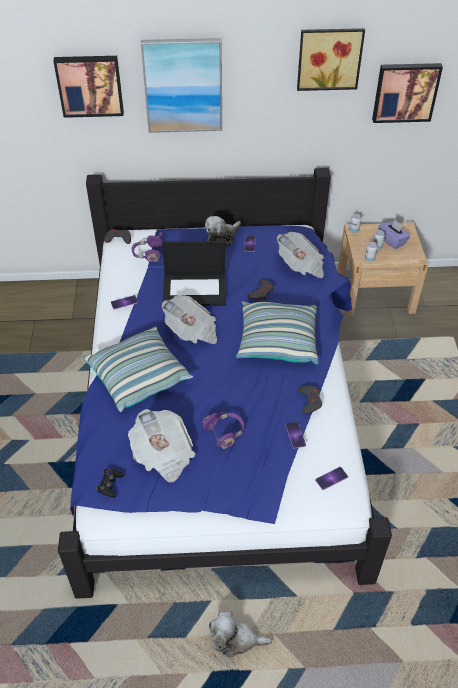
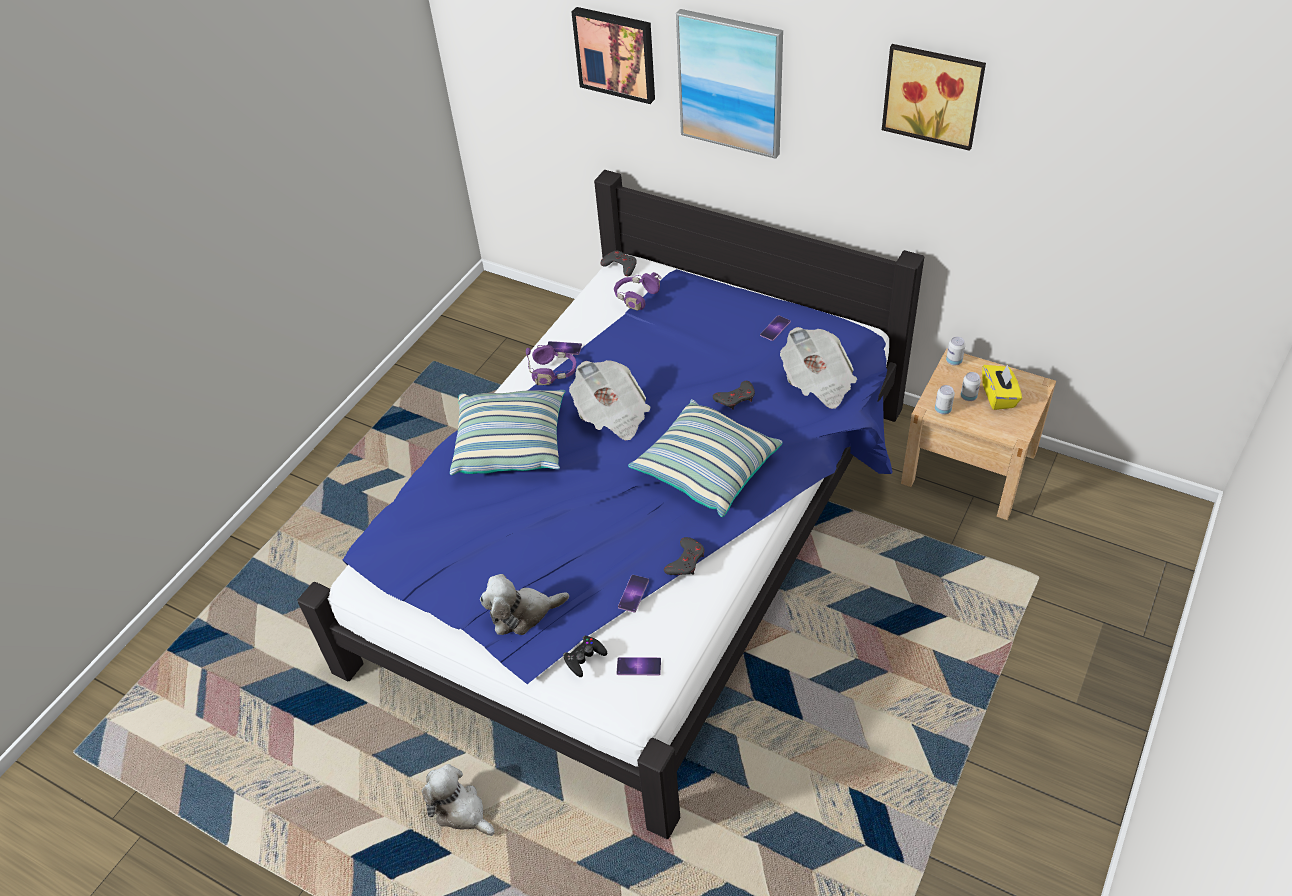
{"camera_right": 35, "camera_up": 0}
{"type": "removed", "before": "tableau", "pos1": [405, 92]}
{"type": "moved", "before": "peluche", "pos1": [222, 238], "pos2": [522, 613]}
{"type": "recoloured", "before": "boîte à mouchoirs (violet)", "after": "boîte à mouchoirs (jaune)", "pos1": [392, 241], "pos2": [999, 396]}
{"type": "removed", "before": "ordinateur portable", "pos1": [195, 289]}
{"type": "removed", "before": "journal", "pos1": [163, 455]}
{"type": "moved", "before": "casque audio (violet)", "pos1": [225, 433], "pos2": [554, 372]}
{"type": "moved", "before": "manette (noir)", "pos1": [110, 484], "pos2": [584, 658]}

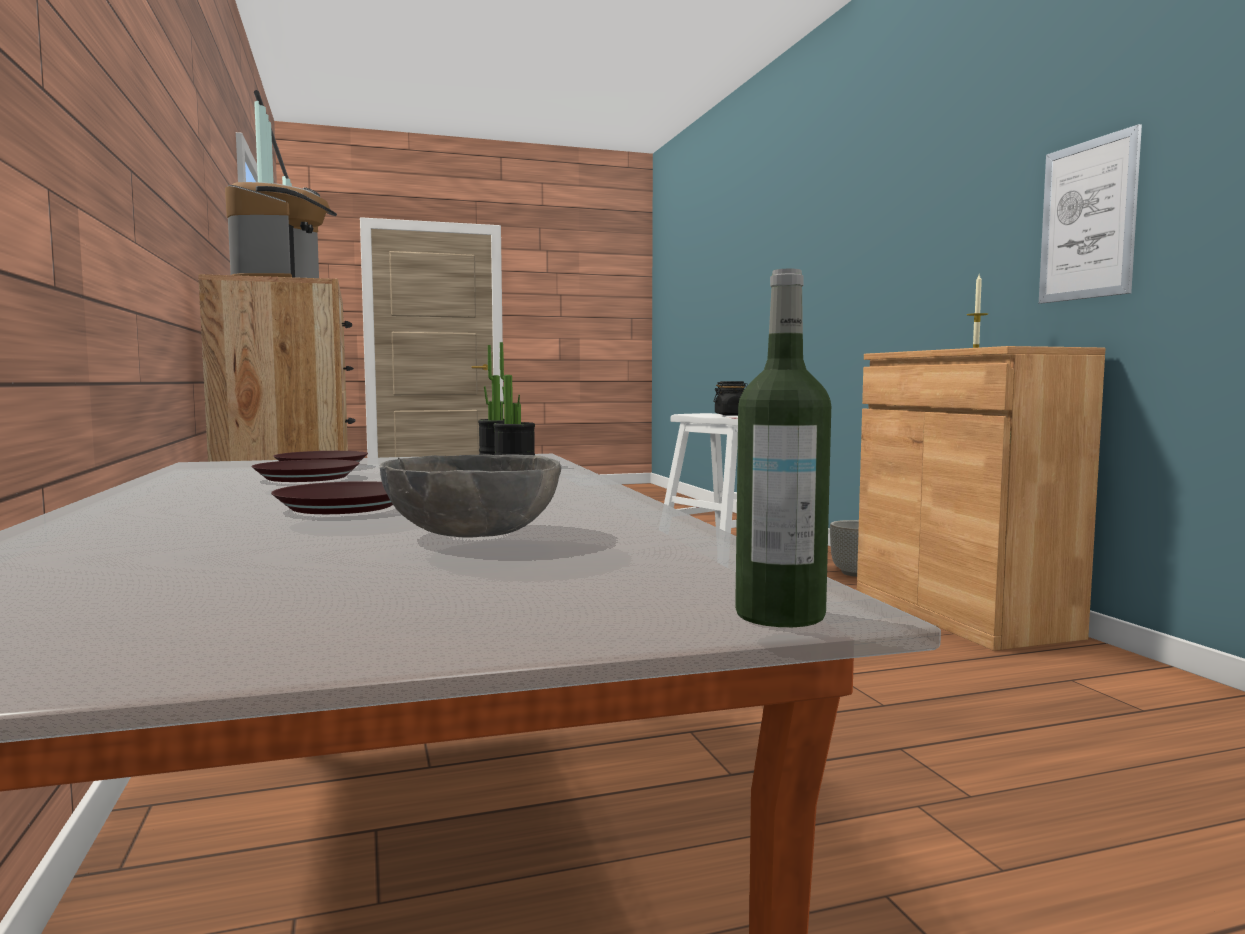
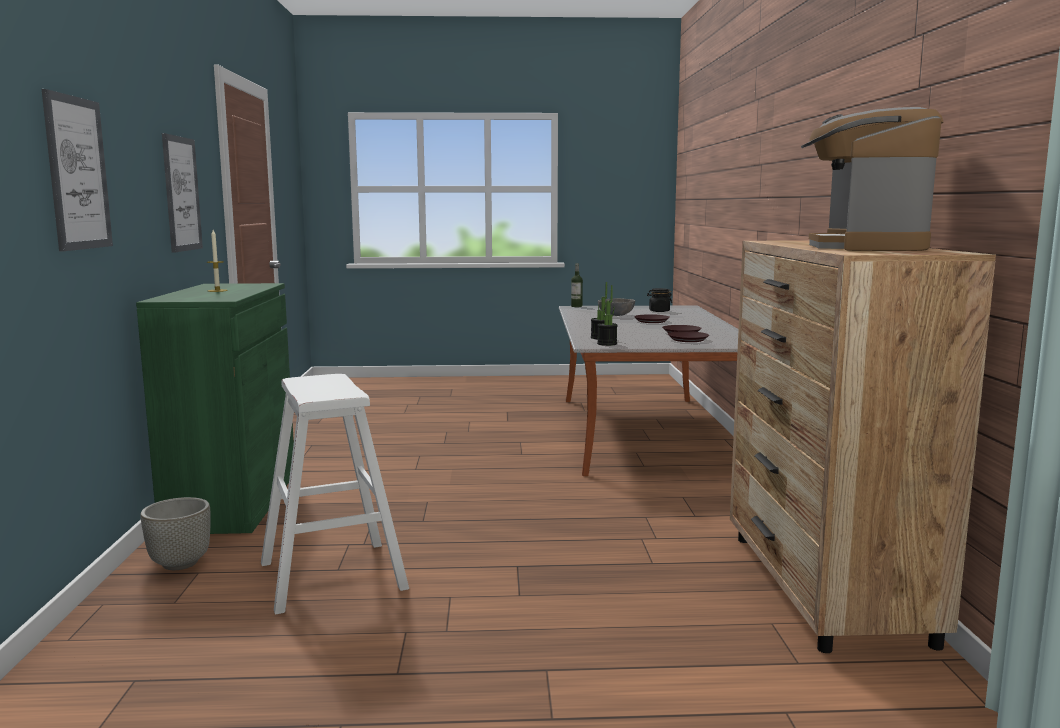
{"camera_right": -165, "camera_up": 5}
{"type": "recoloured", "before": "meuble de rangement (marron)", "after": "meuble de rangement (vert)", "pos1": [960, 613], "pos2": [233, 501]}
{"type": "moved", "before": "bocal (noir)", "pos1": [731, 415], "pos2": [659, 311]}
{"type": "added", "after": "tableau", "pos2": [78, 173]}

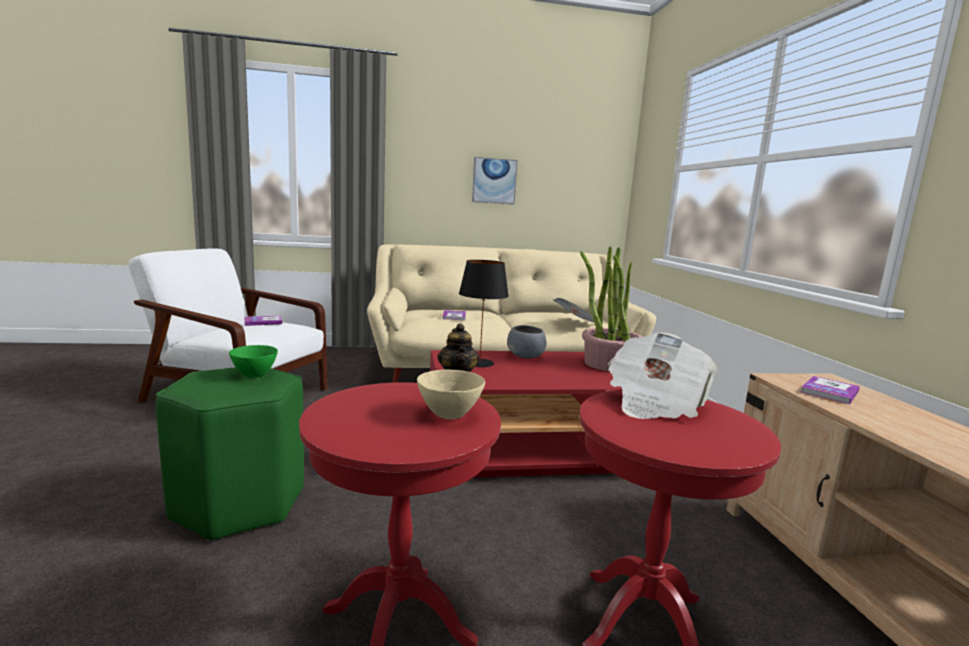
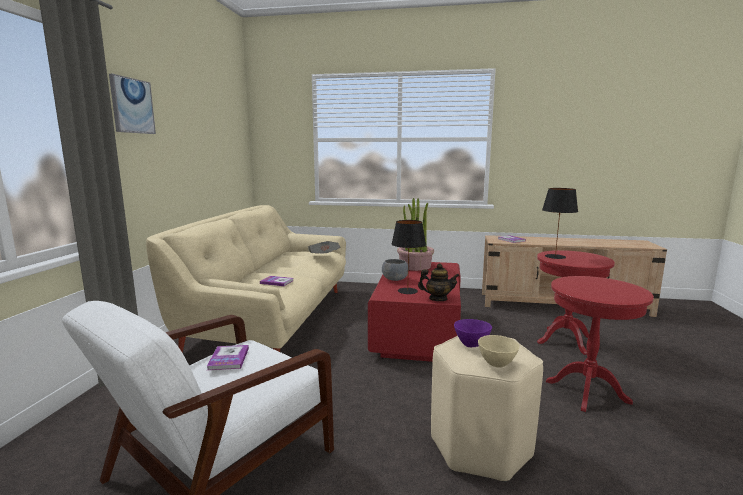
{"camera_right": -70, "camera_up": 0}
{"type": "moved", "before": "tableau", "pos1": [494, 181], "pos2": [132, 106]}
{"type": "replaced", "before": "journal", "after": "lampe de table (noir)", "pos1": [654, 402], "pos2": [555, 256]}
{"type": "recoloured", "before": "bol (vert)", "after": "bol (violet)", "pos1": [255, 375], "pos2": [471, 344]}
{"type": "recoloured", "before": "tabouret (vert)", "after": "tabouret (beige)", "pos1": [241, 503], "pos2": [479, 446]}
{"type": "moved", "before": "bol (beige)", "pos1": [449, 415], "pos2": [497, 364]}

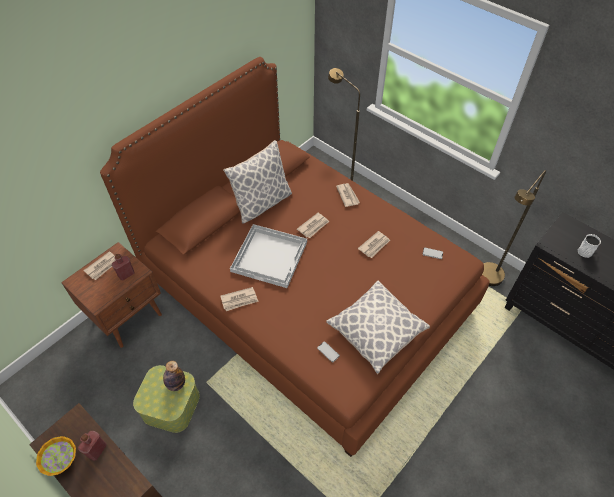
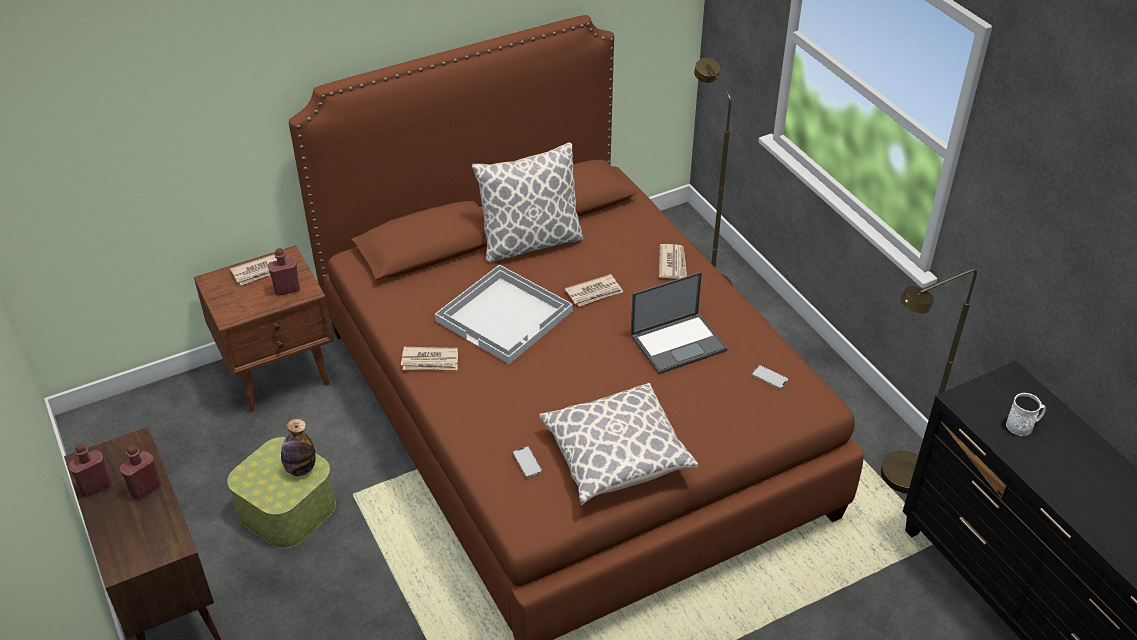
{"camera_right": 20, "camera_up": -10}
{"type": "replaced", "before": "journal", "after": "ordinateur portable", "pos1": [374, 245], "pos2": [679, 342]}
{"type": "replaced", "before": "bol", "after": "bouteille (rouge)", "pos1": [62, 460], "pos2": [95, 487]}

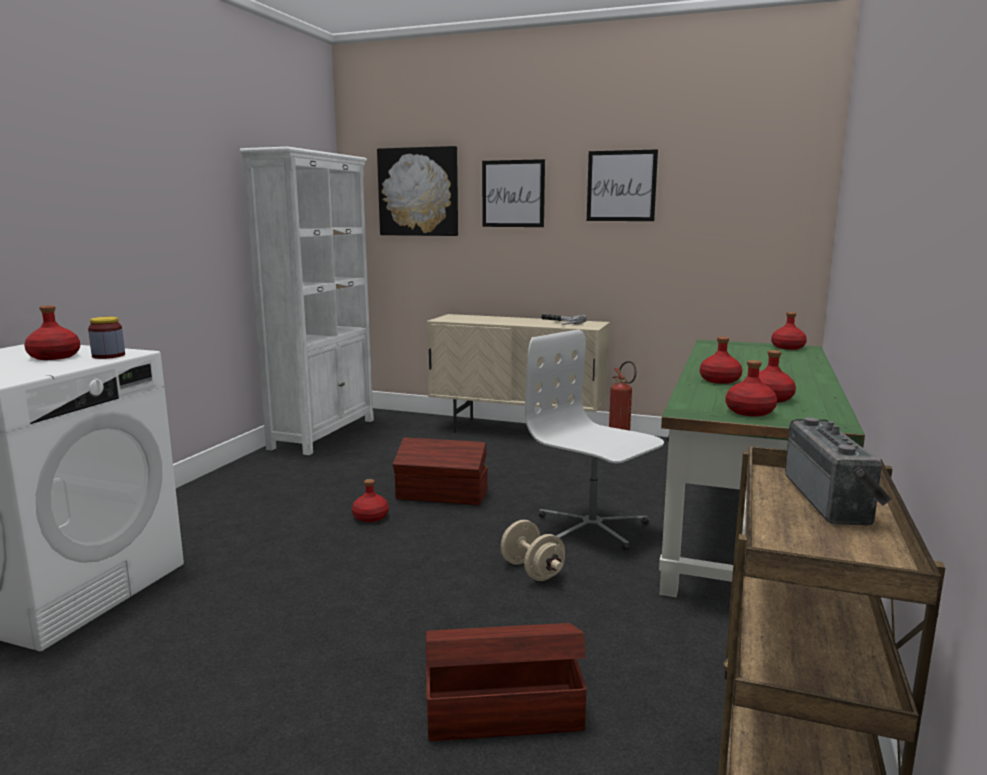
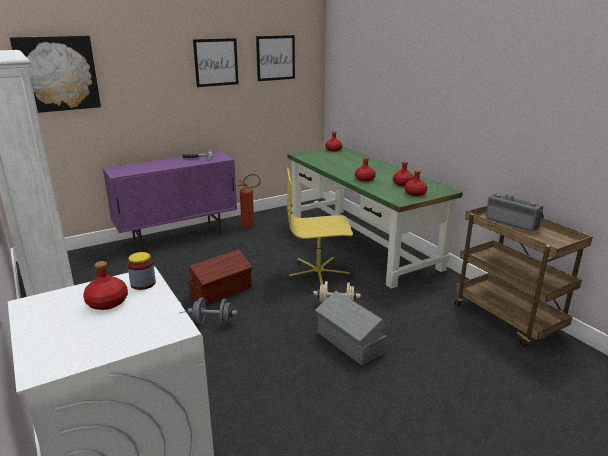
{"camera_right": -50, "camera_up": 10}
{"type": "moved", "before": "tableau", "pos1": [513, 193], "pos2": [275, 58]}
{"type": "recoloured", "before": "meuble de rangement (beige)", "after": "meuble de rangement (violet)", "pos1": [517, 431], "pos2": [178, 236]}
{"type": "recoloured", "before": "chaise de bureau (blanc)", "after": "chaise de bureau (jaune)", "pos1": [592, 528], "pos2": [318, 273]}
{"type": "replaced", "before": "bouteille (rouge)", "after": "haltère (gris)", "pos1": [370, 517], "pos2": [213, 322]}
{"type": "removed", "before": "boîte de rangement (marron)", "pos1": [501, 710]}
{"type": "added", "after": "boîte de rangement (gris)", "pos2": [349, 343]}

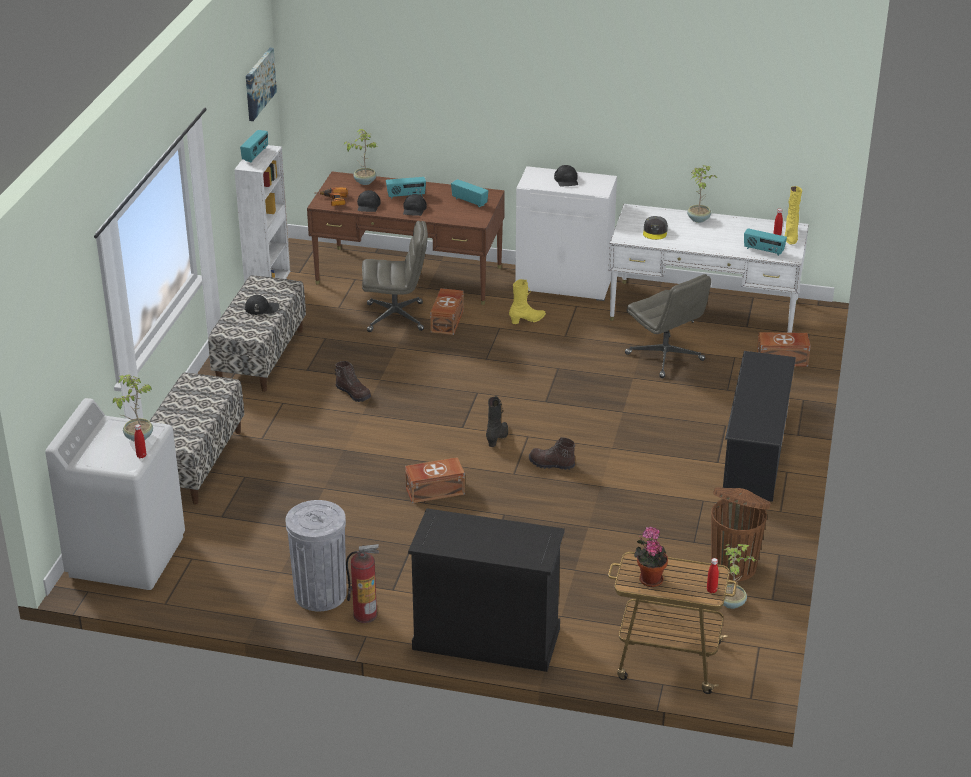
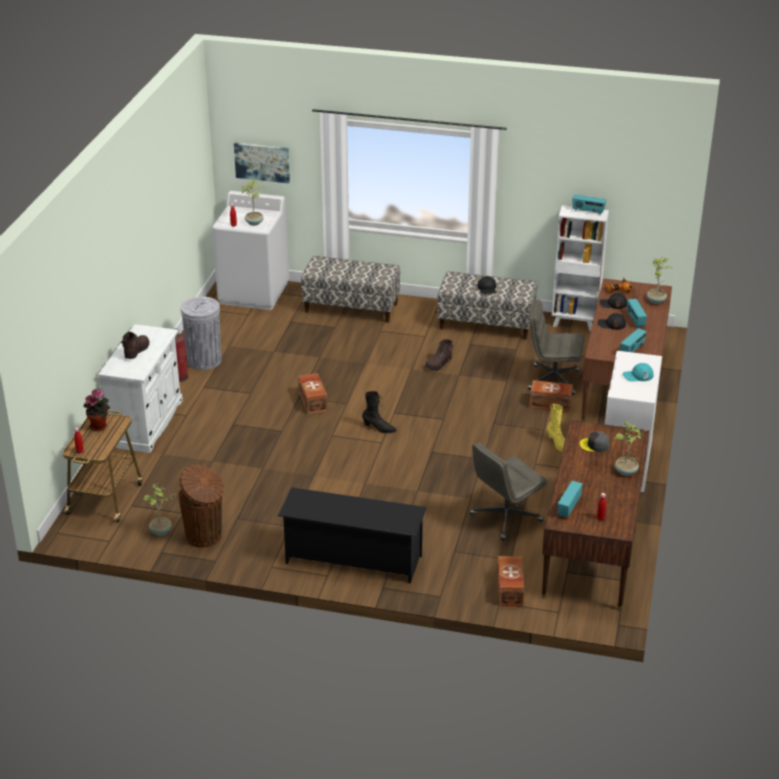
{"camera_right": 90, "camera_up": 0}
{"type": "moved", "before": "tableau", "pos1": [259, 83], "pos2": [262, 162]}
{"type": "recoloured", "before": "casquette (noir)", "after": "casquette (turquoise)", "pos1": [566, 180], "pos2": [638, 375]}
{"type": "removed", "before": "botte (jaune)", "pos1": [791, 235]}
{"type": "recoloured", "before": "bureau (blanc)", "after": "bureau (marron)", "pos1": [704, 311], "pos2": [592, 546]}
{"type": "turned", "before": "chaise de bureau (gris)", "pos1": [396, 317], "pos2": [553, 380], "turn": 105}
{"type": "moved", "before": "botte (marron)", "pos1": [551, 464], "pos2": [136, 351]}
{"type": "recoloured", "before": "meuble de rangement (noir)", "after": "meuble de rangement (blanc)", "pos1": [486, 638], "pos2": [146, 423]}

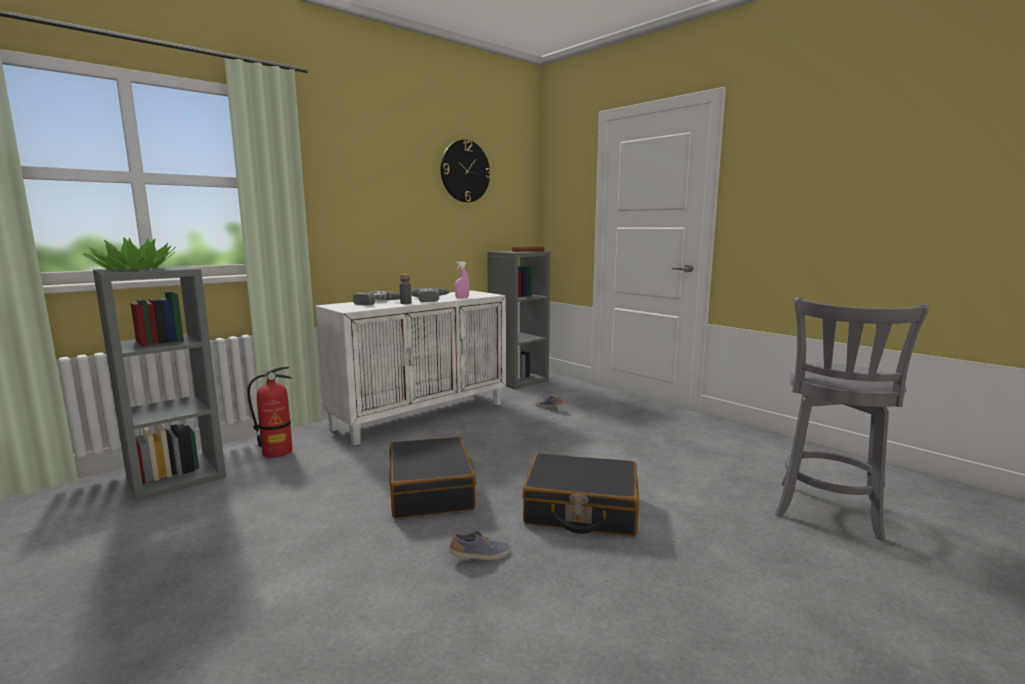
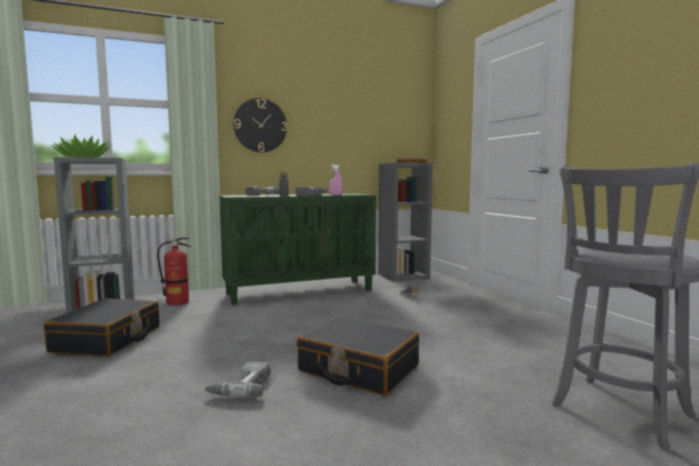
{"camera_right": 20, "camera_up": -5}
{"type": "moved", "before": "horloge murale", "pos1": [465, 171], "pos2": [260, 125]}
{"type": "recoloured", "before": "meuble de rangement (blanc)", "after": "meuble de rangement (vert)", "pos1": [421, 415], "pos2": [300, 291]}
{"type": "moved", "before": "valise (noir)", "pos1": [431, 490], "pos2": [108, 339]}
{"type": "replaced", "before": "chaussure", "after": "perceuse", "pos1": [480, 556], "pos2": [240, 387]}

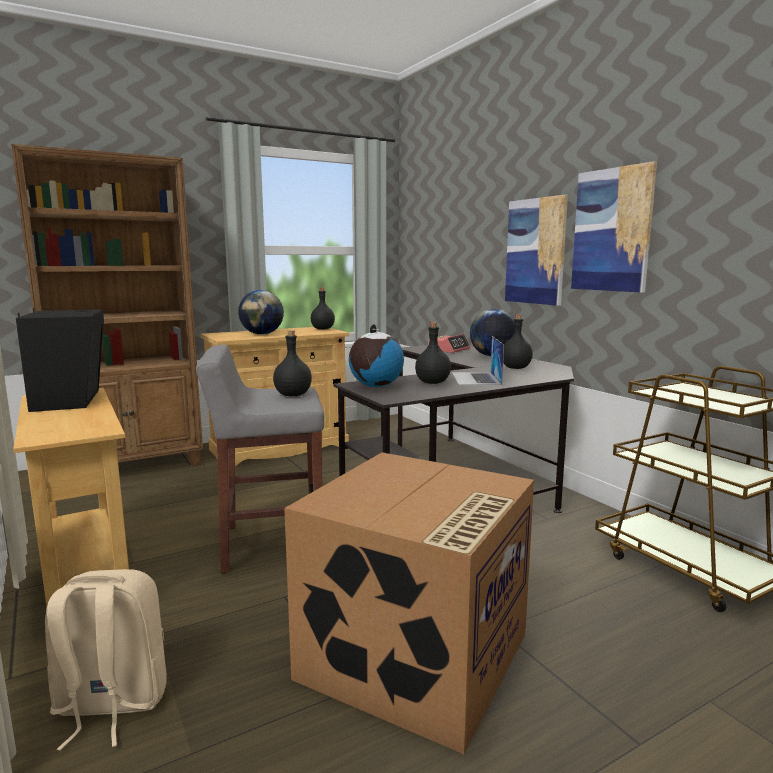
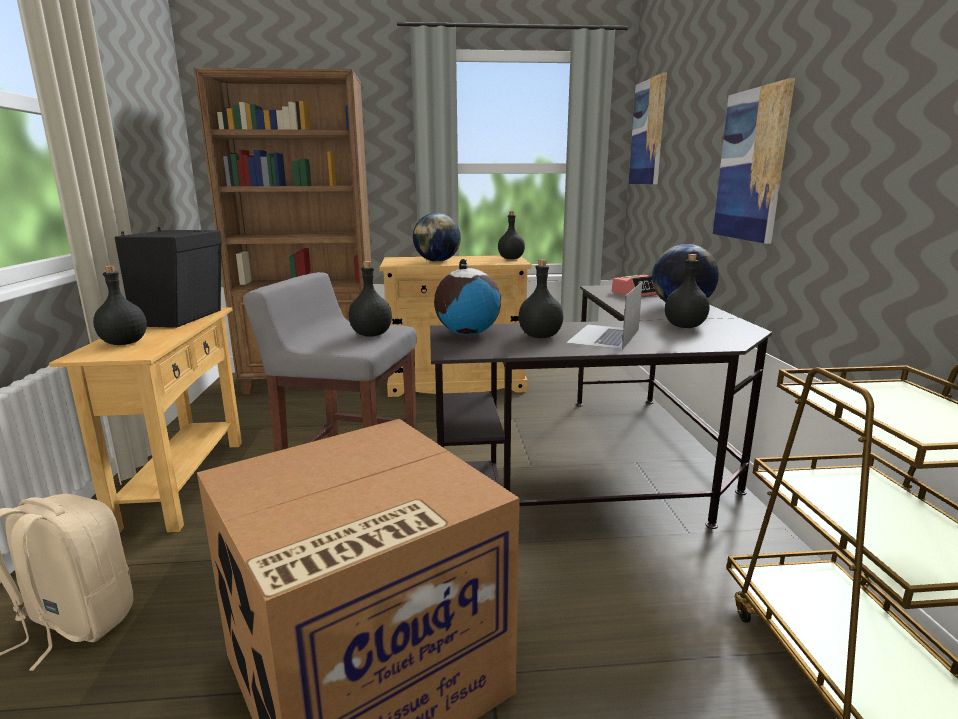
{"camera_right": 25, "camera_up": 5}
{"type": "moved", "before": "tableau", "pos1": [612, 230], "pos2": [648, 132]}
{"type": "added", "after": "bouteille (noir)", "pos2": [123, 343]}

